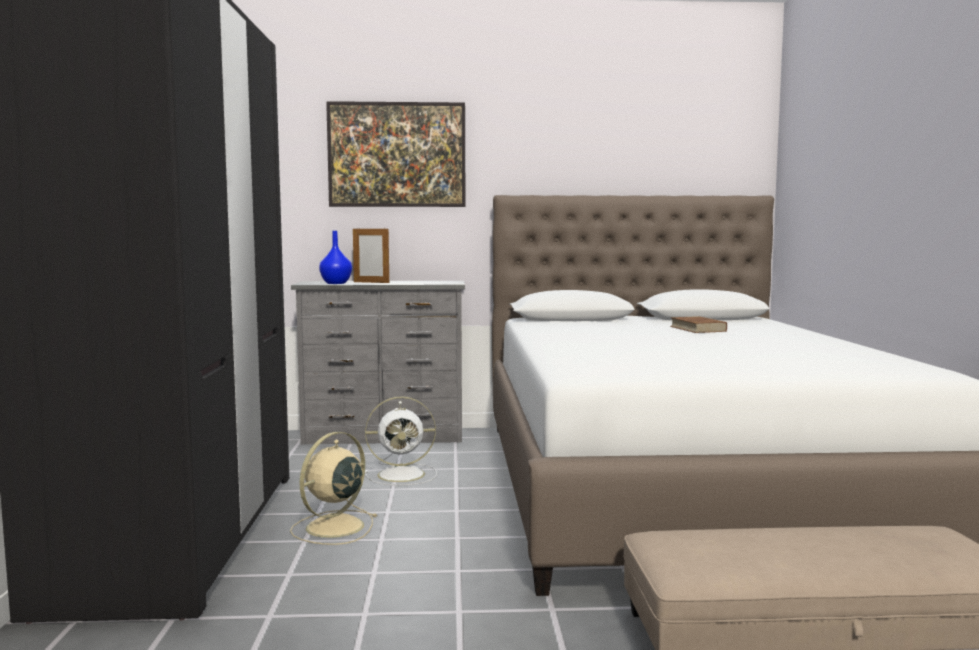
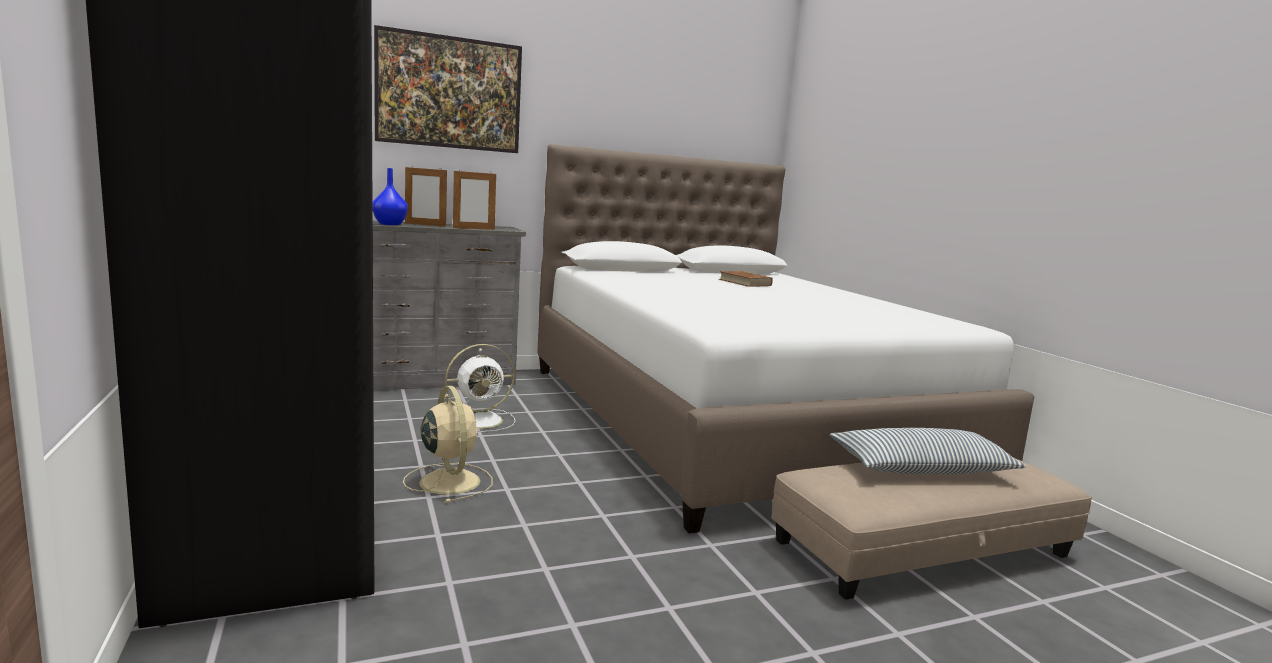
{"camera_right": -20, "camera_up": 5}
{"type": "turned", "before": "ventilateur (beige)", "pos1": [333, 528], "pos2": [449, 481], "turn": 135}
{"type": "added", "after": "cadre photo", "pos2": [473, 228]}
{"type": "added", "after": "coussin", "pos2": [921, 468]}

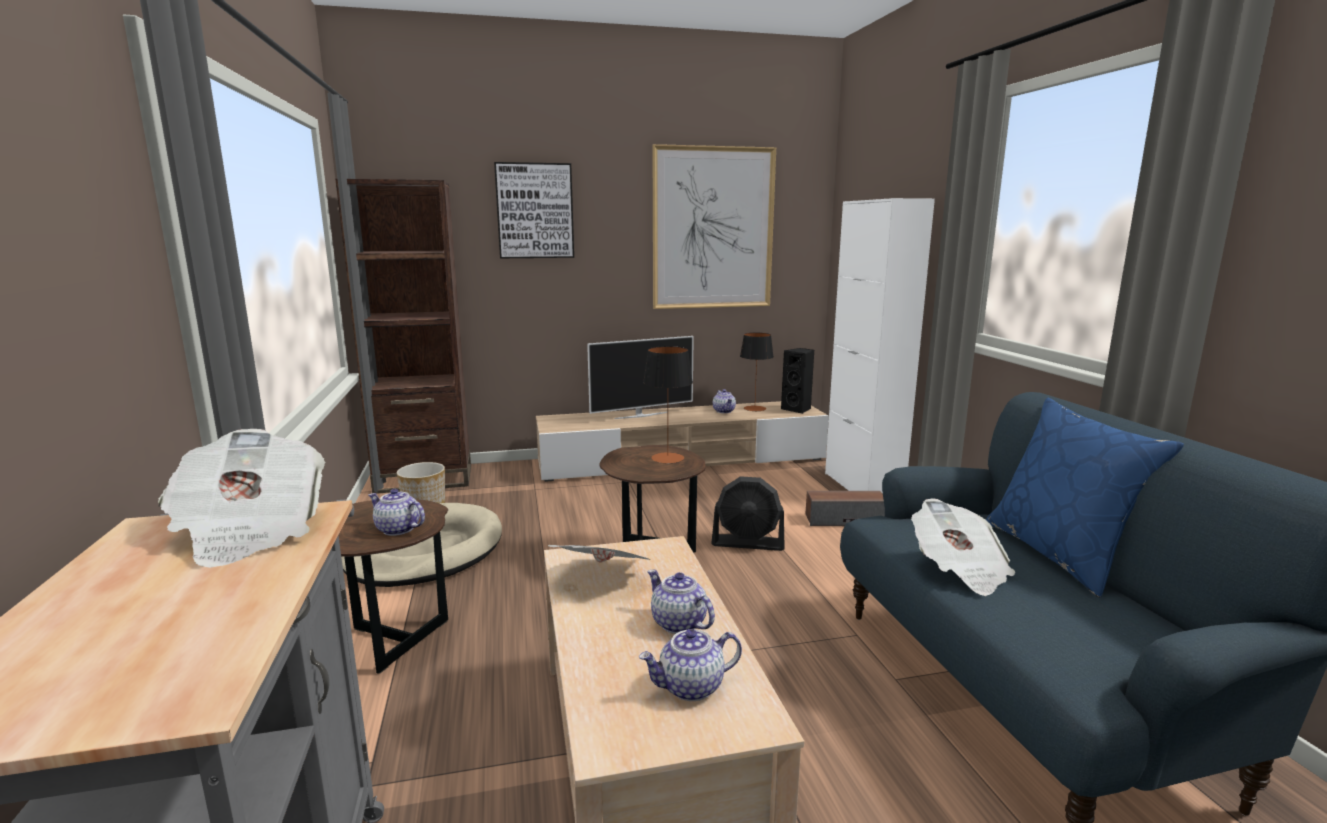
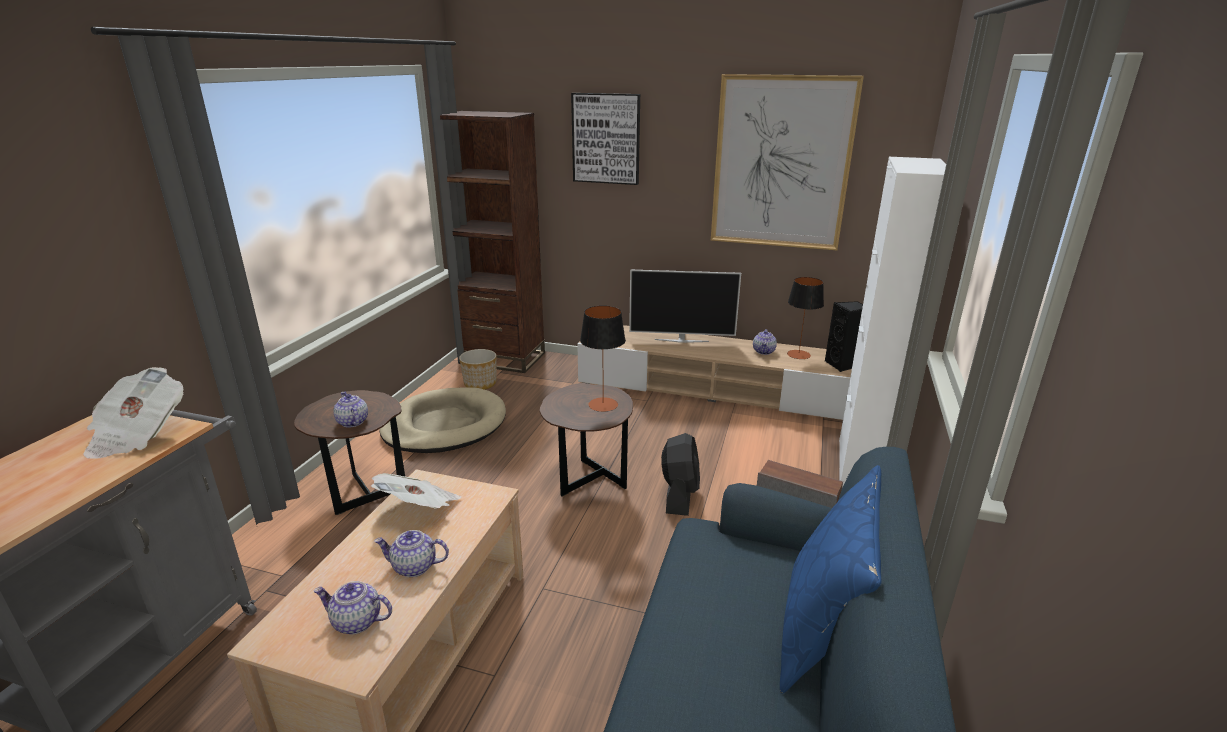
{"camera_right": 30, "camera_up": 10}
{"type": "turned", "before": "ventilateur (noir)", "pos1": [748, 543], "pos2": [679, 495], "turn": -120}
{"type": "removed", "before": "journal", "pos1": [959, 570]}
{"type": "turned", "before": "théière", "pos1": [678, 623], "pos2": [414, 567], "turn": -75}

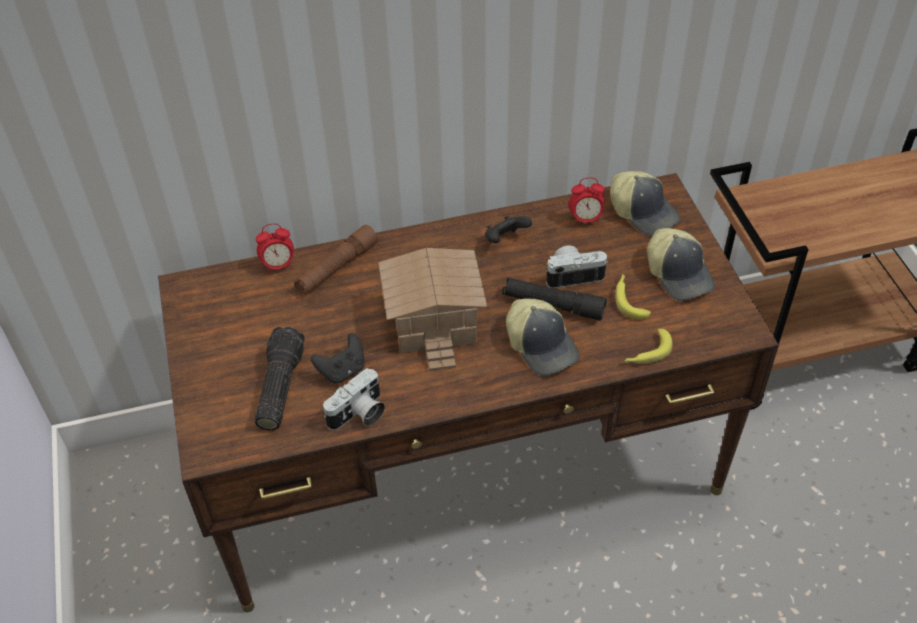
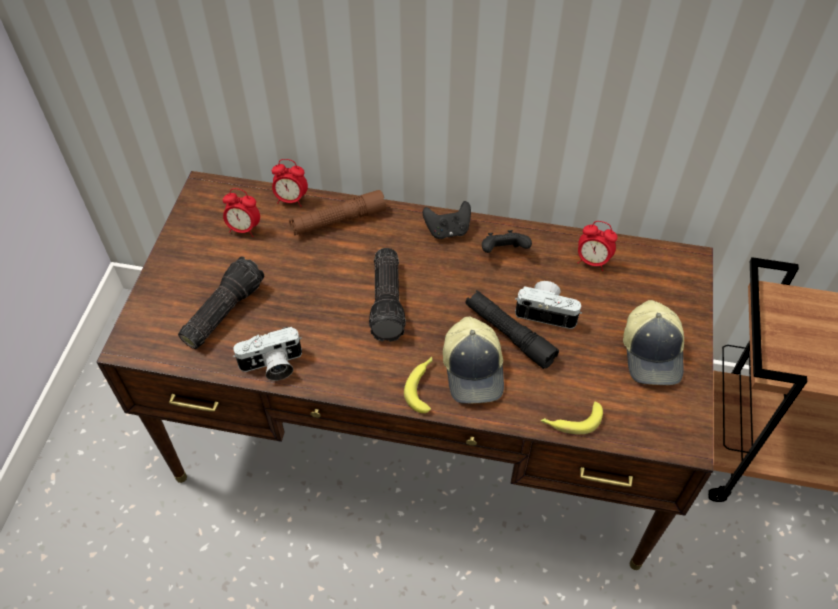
{"camera_right": 25, "camera_up": 5}
{"type": "removed", "before": "casquette", "pos1": [643, 212]}
{"type": "replaced", "before": "maison miniature", "after": "lampe de poche", "pos1": [431, 319], "pos2": [389, 302]}
{"type": "moved", "before": "banane", "pos1": [629, 300], "pos2": [423, 386]}
{"type": "moved", "before": "manette (noir)", "pos1": [342, 370], "pos2": [447, 230]}
{"type": "added", "after": "réveil", "pos2": [244, 229]}

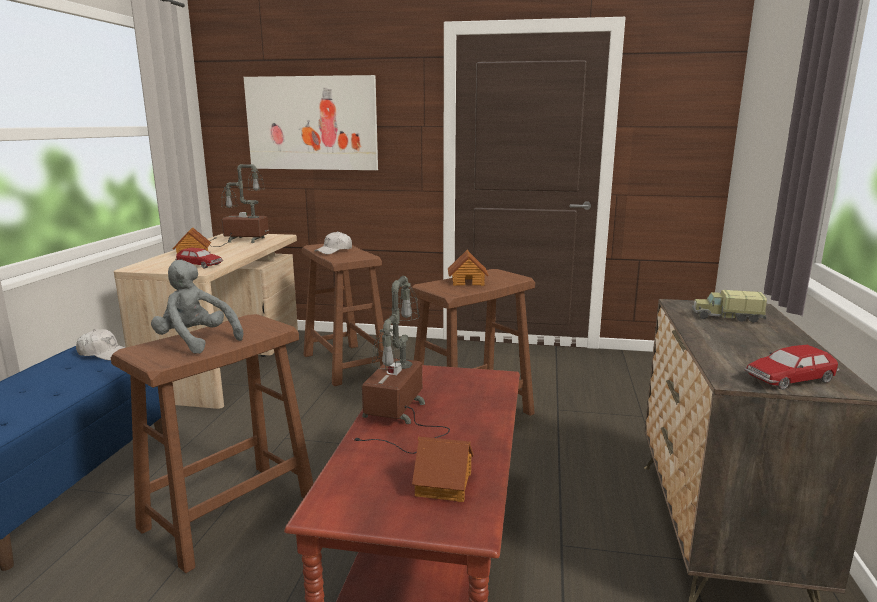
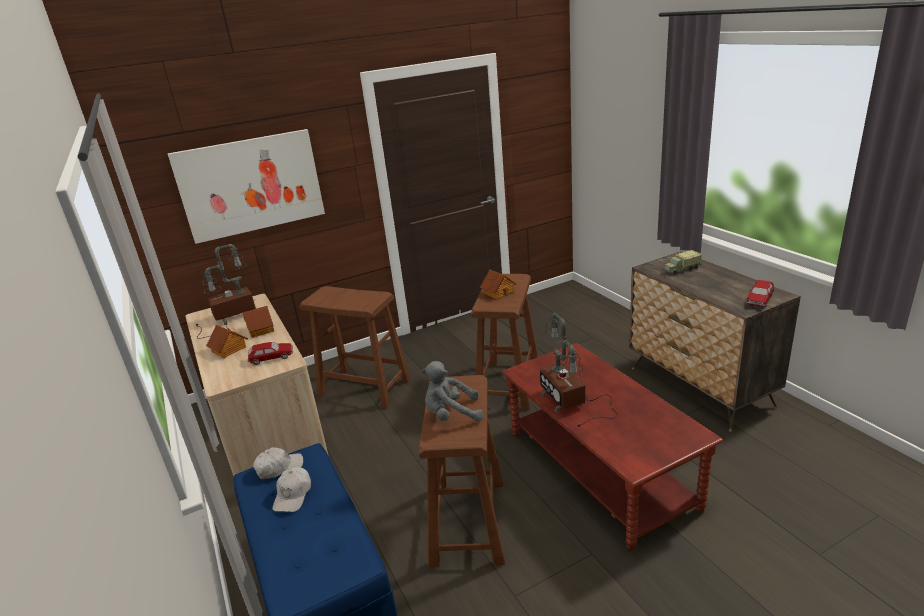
{"camera_right": -35, "camera_up": 10}
{"type": "moved", "before": "casquette (blanc)", "pos1": [334, 250], "pos2": [293, 495]}
{"type": "moved", "before": "maison miniature", "pos1": [444, 484], "pos2": [261, 329]}

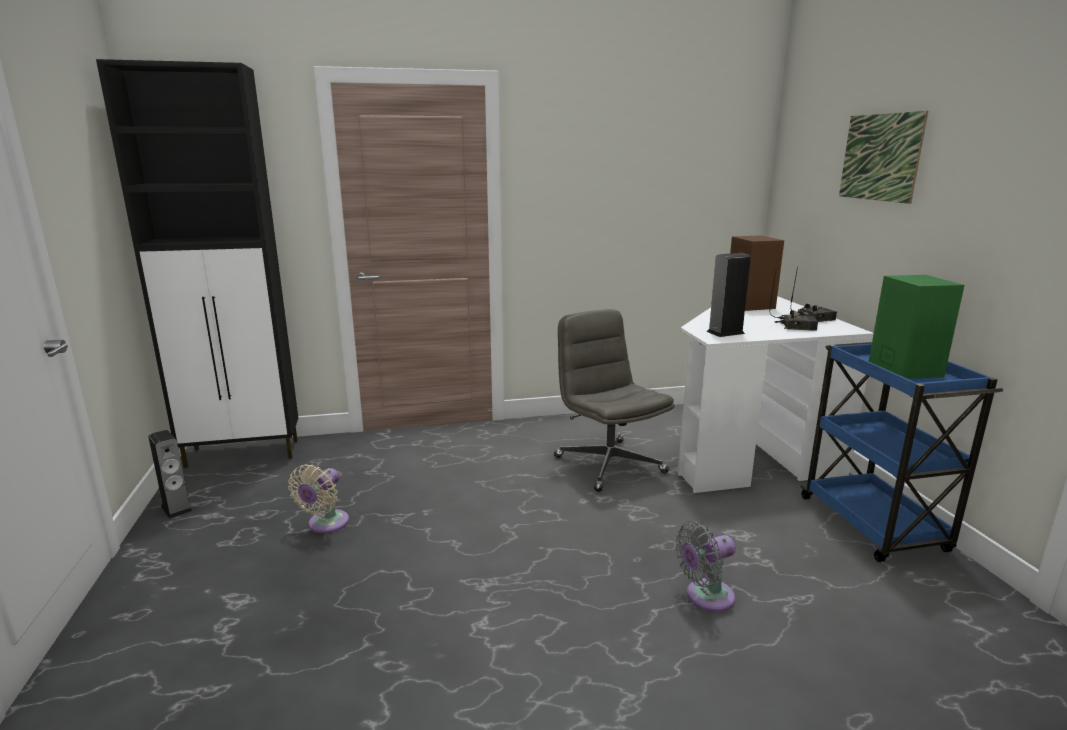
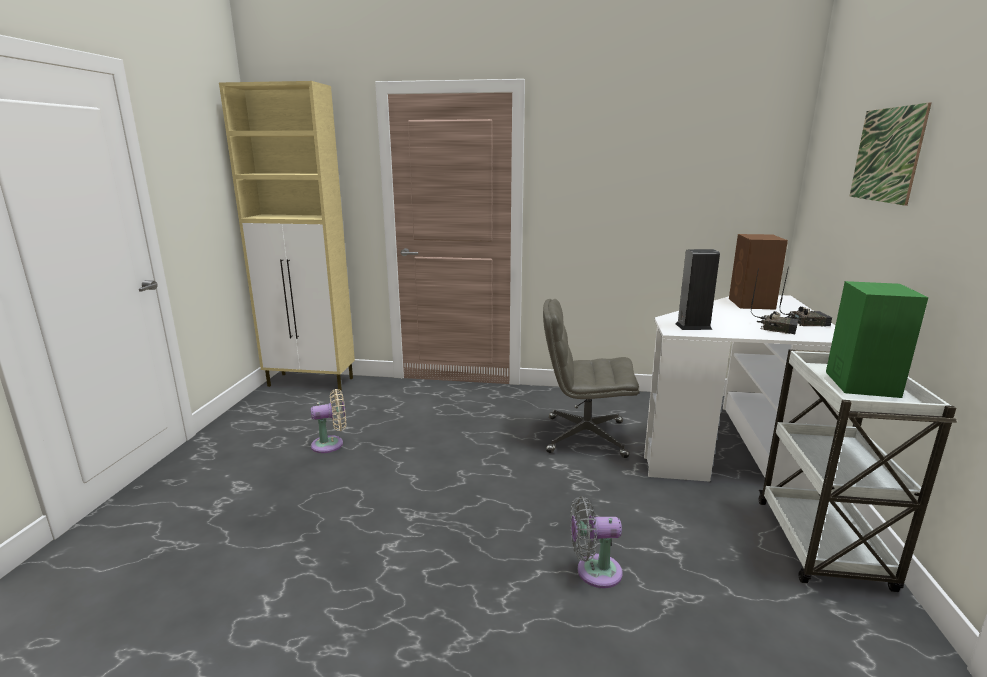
{"camera_right": 20, "camera_up": 0}
{"type": "recoloured", "before": "meuble de rangement (noir)", "after": "meuble de rangement (beige)", "pos1": [244, 453], "pos2": [312, 382]}
{"type": "turned", "before": "chaise de bureau (gris)", "pos1": [608, 464], "pos2": [584, 437], "turn": -75}
{"type": "recoloured", "before": "chariot (bleu)", "after": "chariot (blanc)", "pos1": [874, 525], "pos2": [822, 546]}
{"type": "removed", "before": "enceinte", "pos1": [176, 508]}
{"type": "turned", "before": "ventilateur (beige)", "pos1": [325, 524], "pos2": [331, 444], "turn": -150}

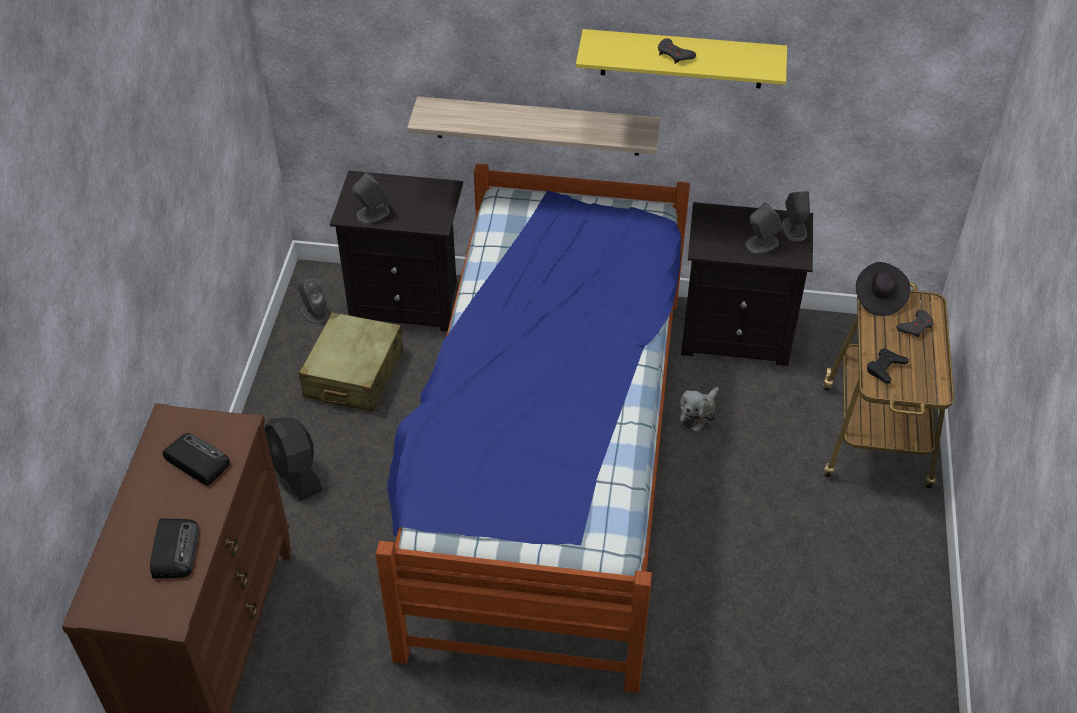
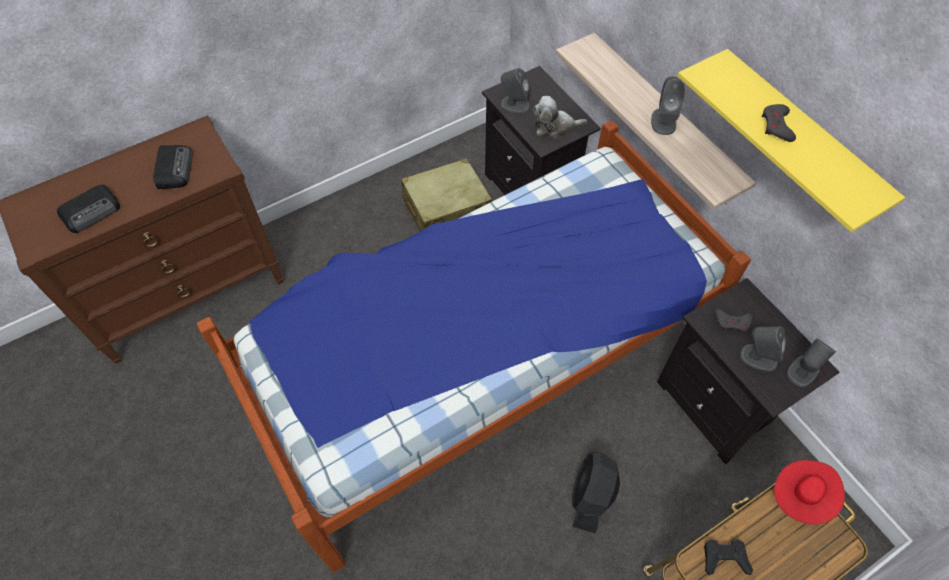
{"camera_right": 50, "camera_up": 10}
{"type": "recoloured", "before": "chapeau (noir)", "after": "chapeau (rouge)", "pos1": [879, 298], "pos2": [802, 495]}
{"type": "moved", "before": "enceinte (gris)", "pos1": [314, 313], "pos2": [663, 121]}
{"type": "moved", "before": "manette (gris)", "pos1": [915, 326], "pos2": [732, 322]}
{"type": "moved", "before": "peluche", "pos1": [698, 413], "pos2": [555, 127]}
{"type": "moved", "before": "ventilateur (noir)", "pos1": [295, 472], "pos2": [590, 496]}

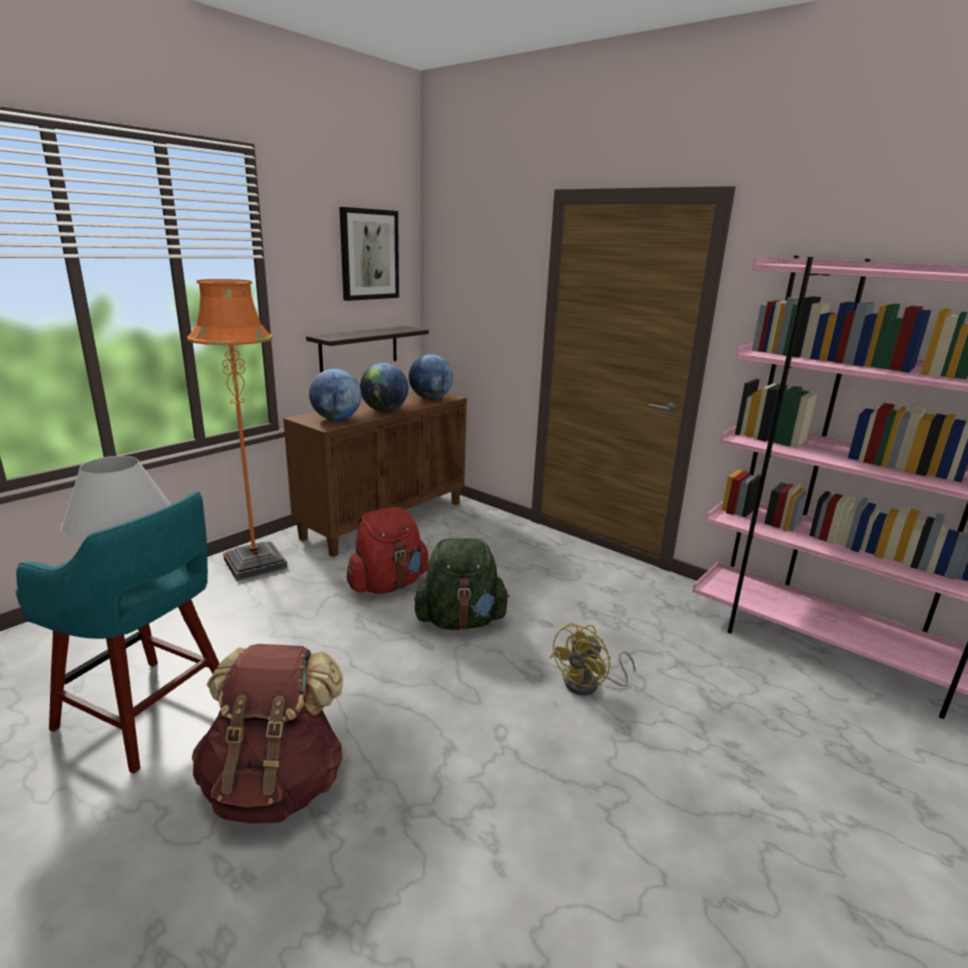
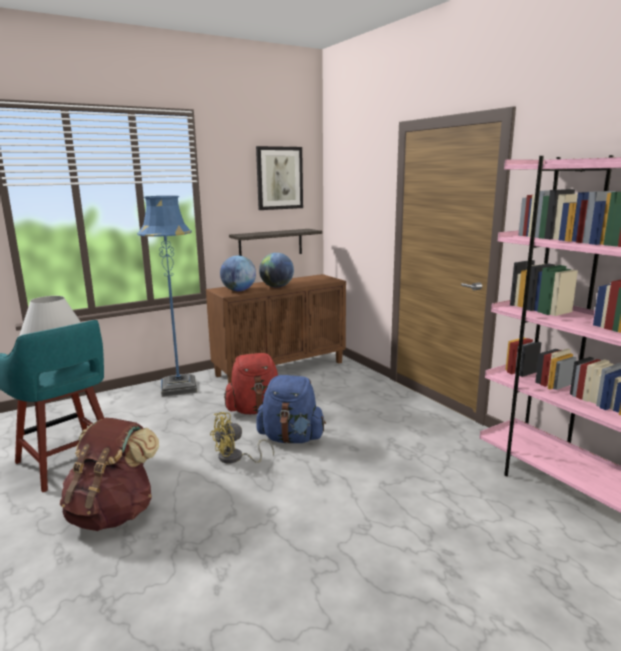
{"camera_right": 20, "camera_up": -5}
{"type": "recoloured", "before": "lampadaire (orange)", "after": "lampadaire (bleu)", "pos1": [255, 563], "pos2": [179, 388]}
{"type": "removed", "before": "globe", "pos1": [430, 398]}
{"type": "recoloured", "before": "sac à dos (vert)", "after": "sac à dos (bleu)", "pos1": [460, 621], "pos2": [291, 438]}
{"type": "moved", "before": "ventilateur (jaune)", "pos1": [589, 685], "pos2": [235, 458]}

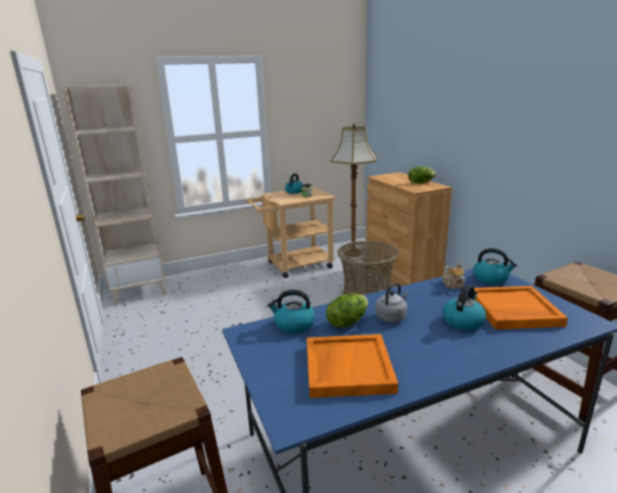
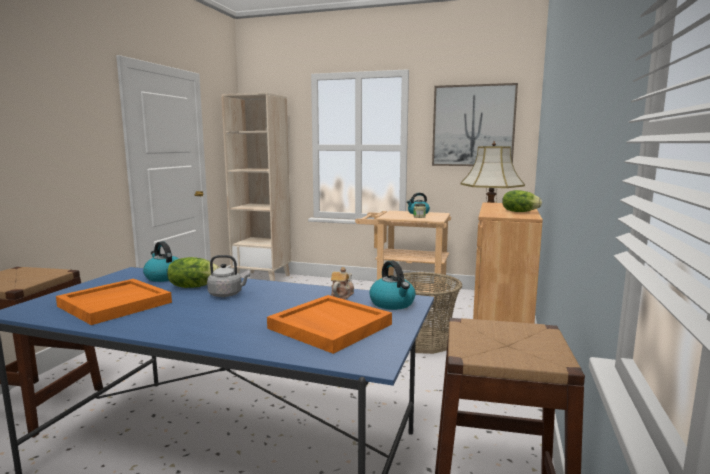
{"camera_right": 40, "camera_up": -10}
{"type": "removed", "before": "bouilloire", "pos1": [463, 321]}
{"type": "added", "after": "tableau", "pos2": [473, 126]}

